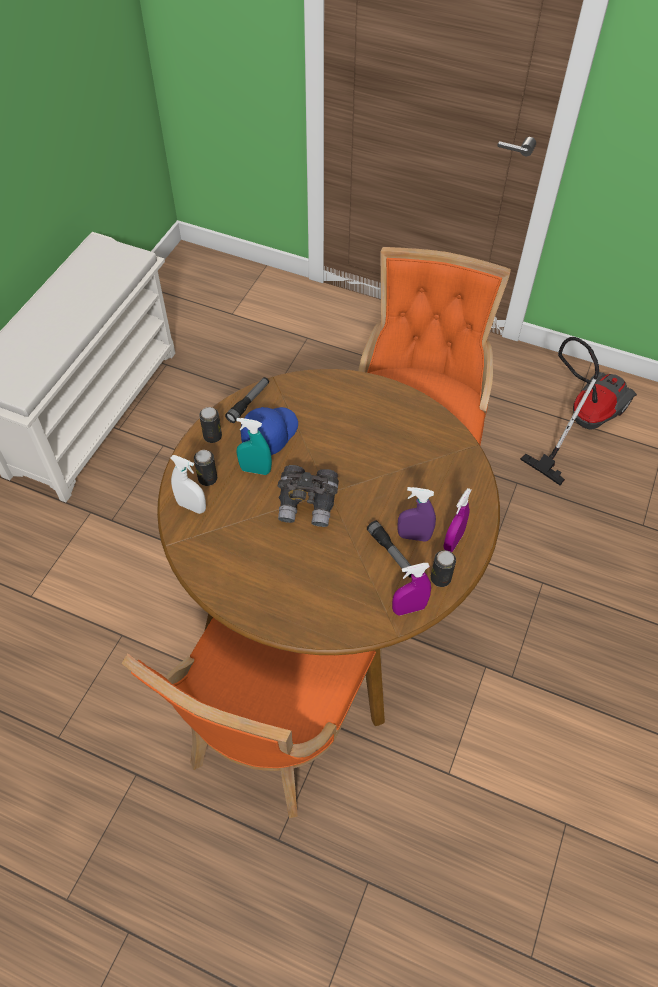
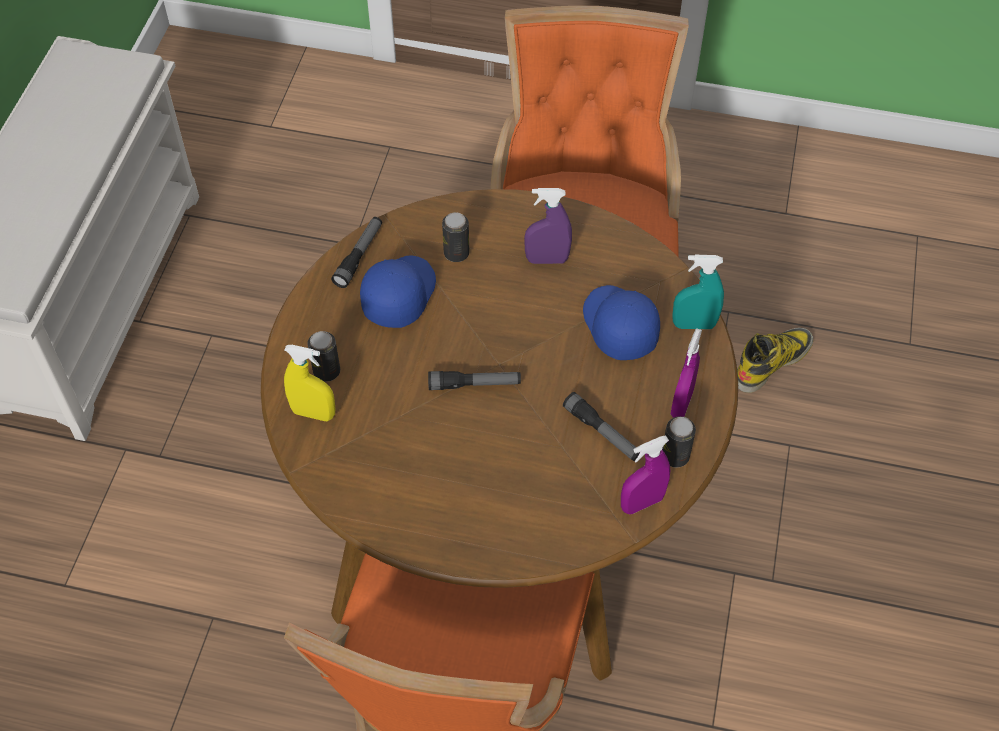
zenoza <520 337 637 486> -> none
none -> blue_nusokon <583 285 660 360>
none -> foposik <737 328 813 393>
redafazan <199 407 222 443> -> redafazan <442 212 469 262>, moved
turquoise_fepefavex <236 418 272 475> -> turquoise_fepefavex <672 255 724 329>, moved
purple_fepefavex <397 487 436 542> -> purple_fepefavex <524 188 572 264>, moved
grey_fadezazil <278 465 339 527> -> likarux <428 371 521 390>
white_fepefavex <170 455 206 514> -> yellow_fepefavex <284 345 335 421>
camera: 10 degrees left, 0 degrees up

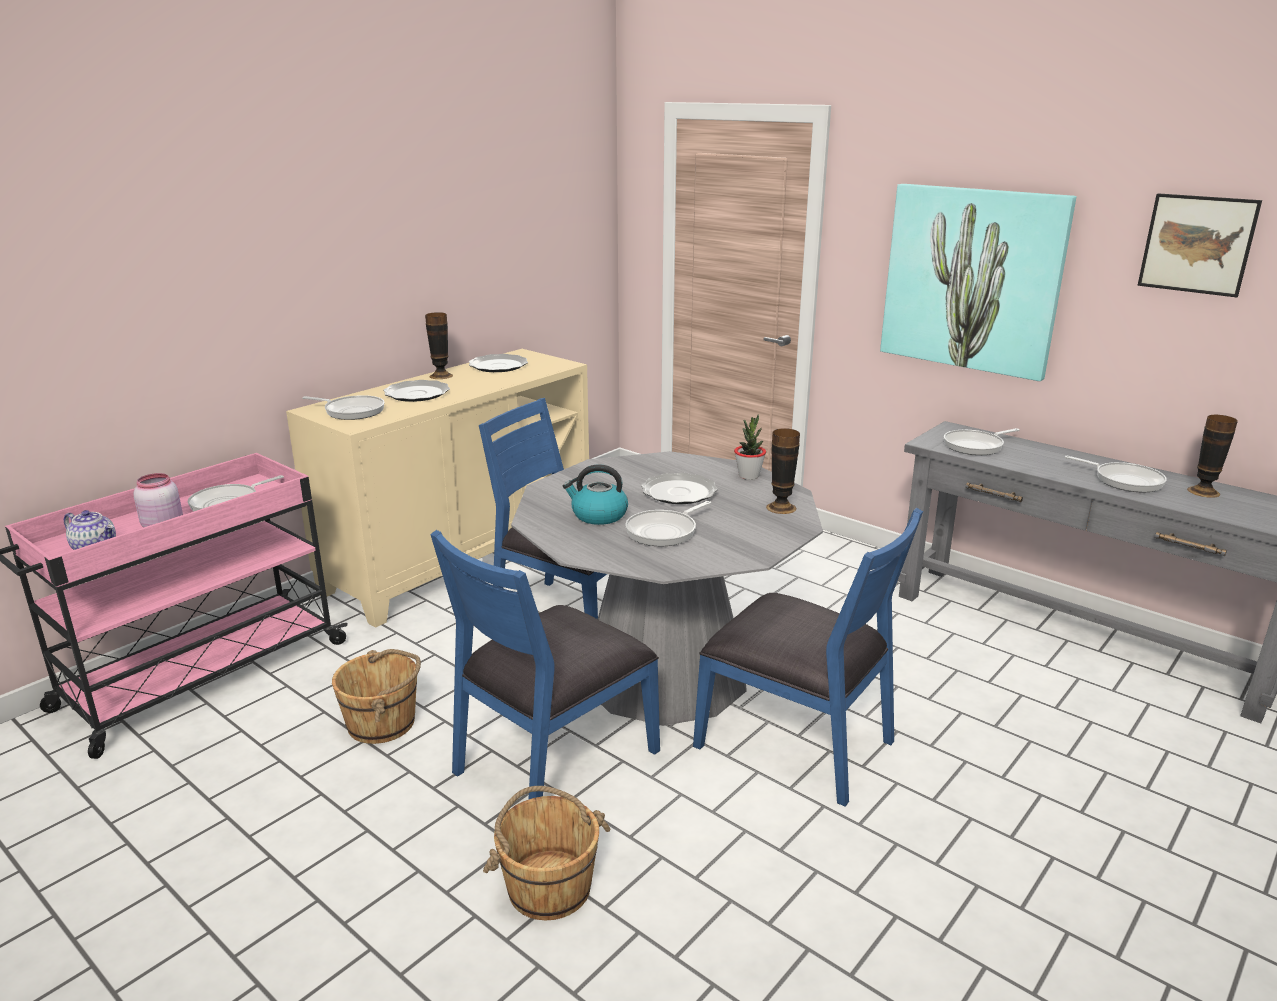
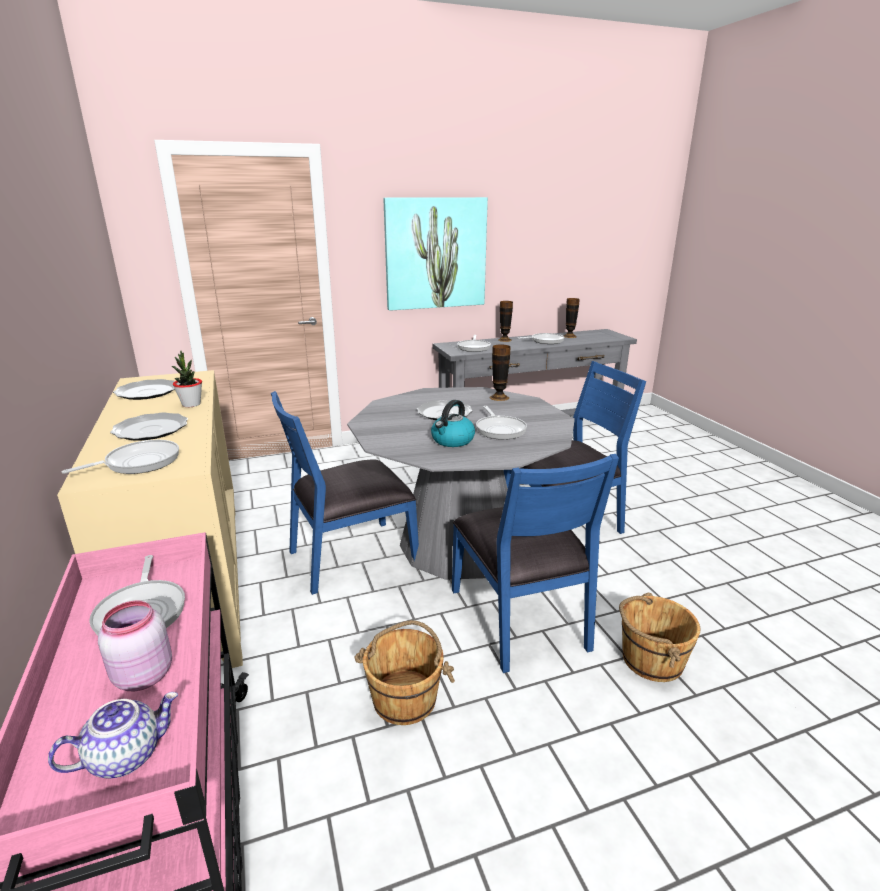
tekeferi <1138 193 1262 297> -> none
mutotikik <425 312 453 379> -> mutotikik <498 301 513 342>, moved
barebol <734 414 766 480> -> barebol <172 351 202 407>, moved
camera: 60 degrees left, 0 degrees up

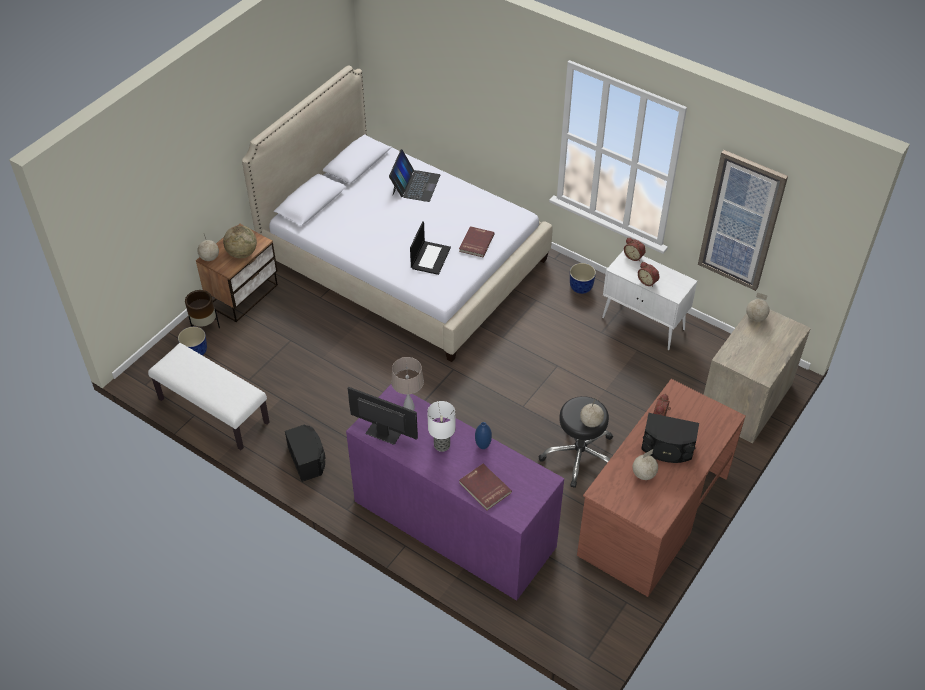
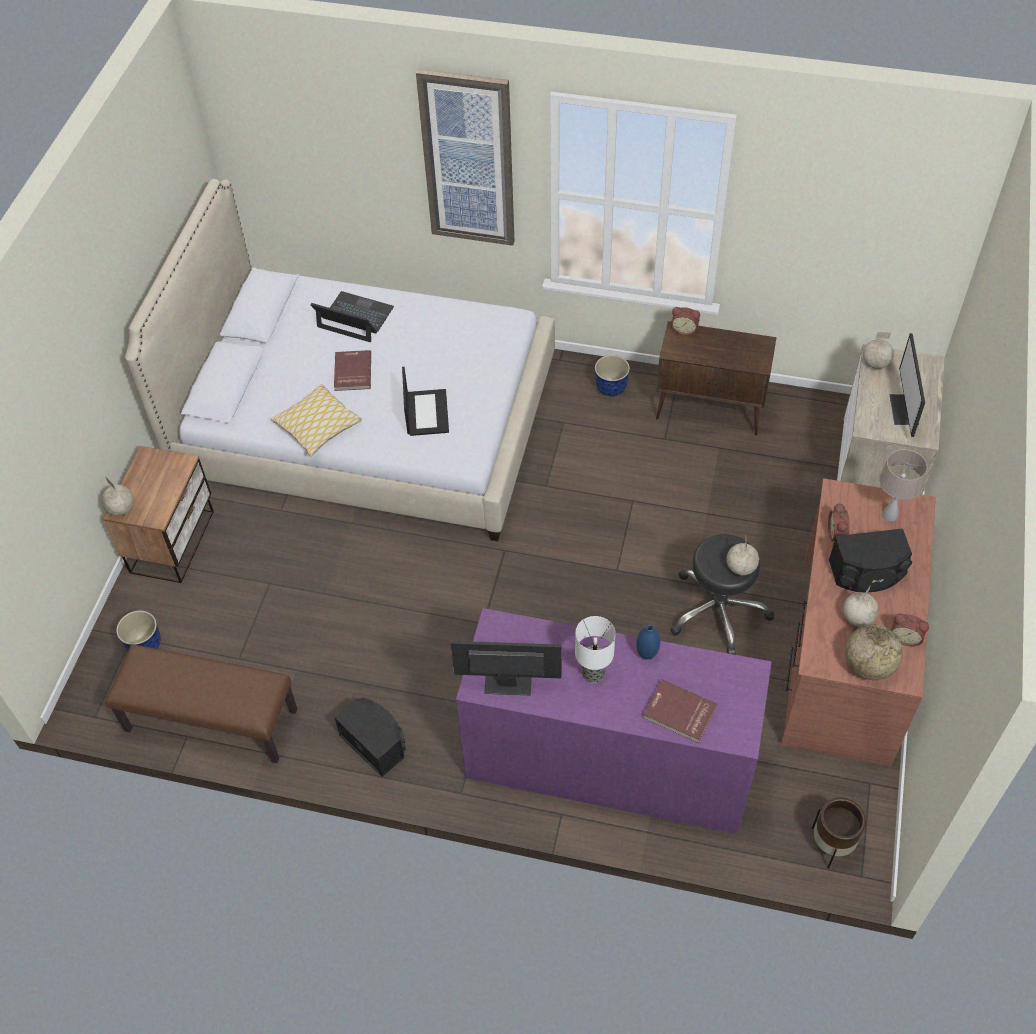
none -> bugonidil <271 384 362 456>
none -> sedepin <890 333 925 437>
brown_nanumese <185 290 220 329> -> brown_nanumese <812 798 866 869>, moved
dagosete <223 225 257 258> -> dagosete <845 624 903 680>, moved
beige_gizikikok <391 357 424 411> -> beige_gizikikok <879 449 927 522>, moved
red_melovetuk <459 226 495 257> -> red_melovetuk <334 350 371 391>, moved
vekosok <638 262 659 287> -> vekosok <891 613 929 646>, moved
tekeferi <698 150 788 291> -> tekeferi <416 69 514 246>, moved
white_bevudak <148 343 269 450> -> brown_bevudak <105 644 297 763>
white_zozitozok <602 250 697 350> -> brown_zozitozok <656 321 776 435>
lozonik <389 149 440 202> -> lozonik <311 291 394 342>, 60 degrees counterclockwise
camera: 20 degrees left, 5 degrees up

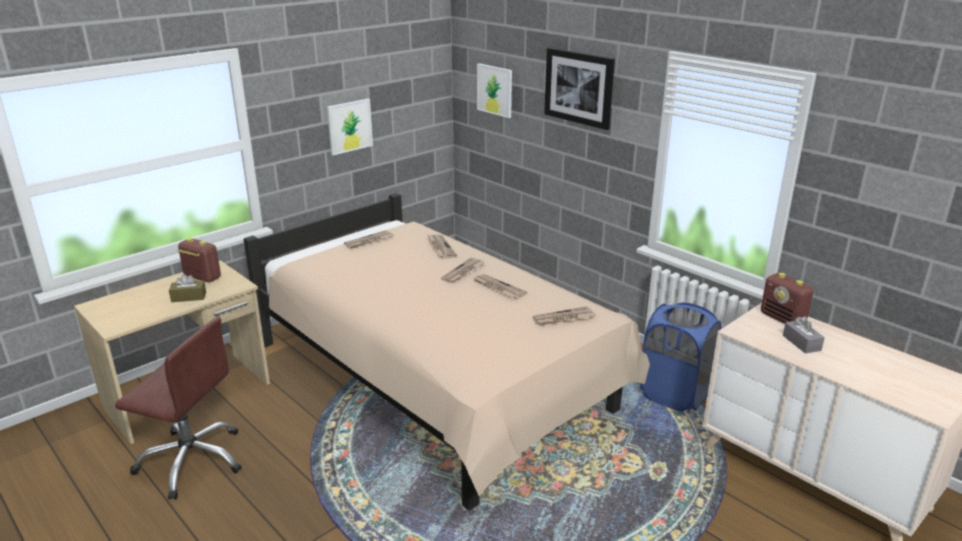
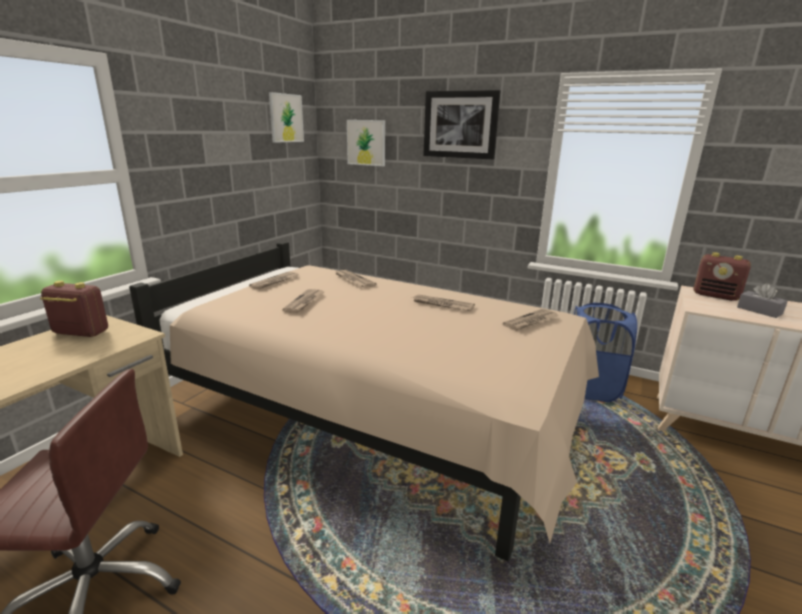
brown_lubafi <169 274 206 302> -> none
tekeferi <327 99 373 155> -> tekeferi <269 92 304 143>, moved
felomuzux <441 258 484 283> -> felomuzux <282 289 324 313>, moved
camera: 20 degrees left, 5 degrees down

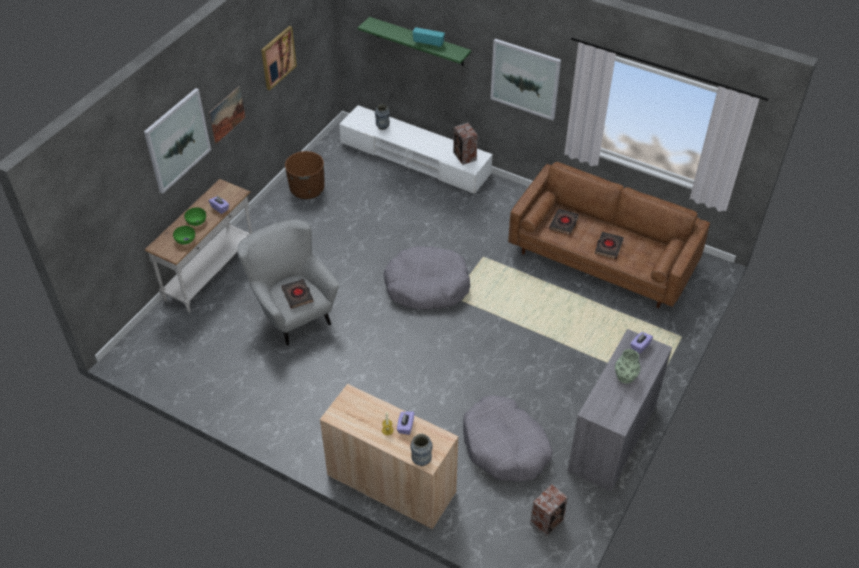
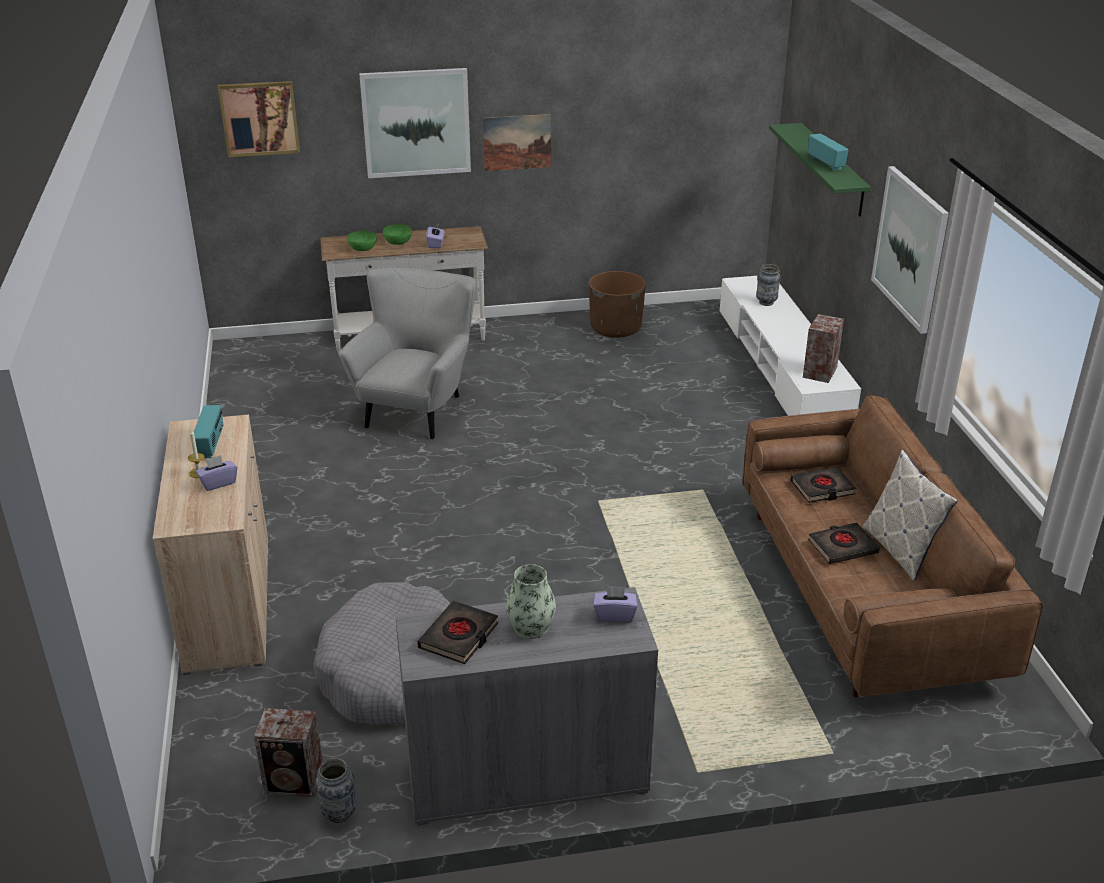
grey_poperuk <383 246 470 309> -> none
none -> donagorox <193 405 223 458>
none -> bugonidil <862 450 958 581>
tekeferi <261 26 297 90> -> tekeferi <218 81 300 157>, moved
black_melovetuk <282 279 314 309> -> black_melovetuk <417 601 499 664>, moved
mutotikik <410 434 433 466> -> mutotikik <315 758 356 823>, moved
camera: 50 degrees right, 15 degrees down

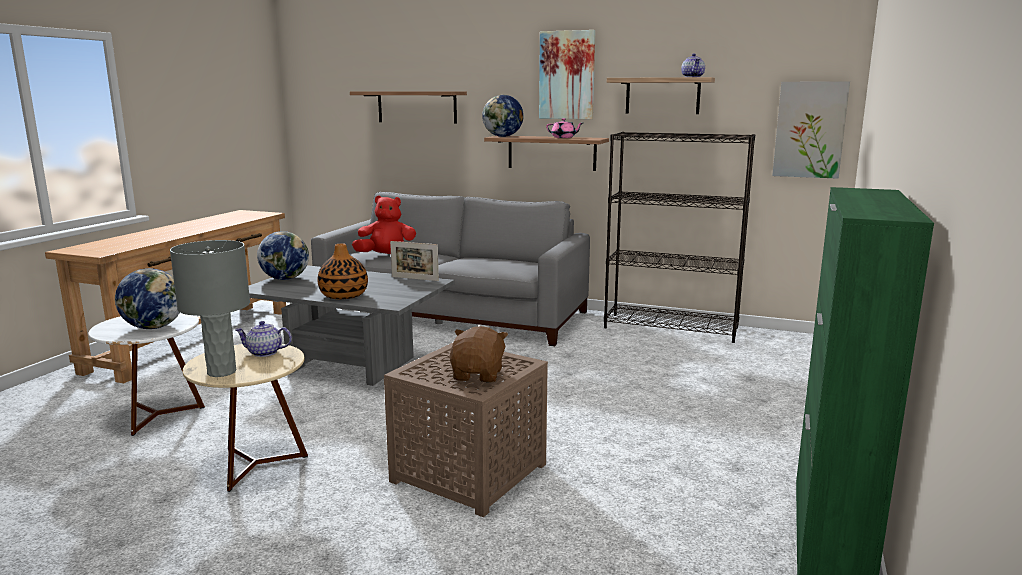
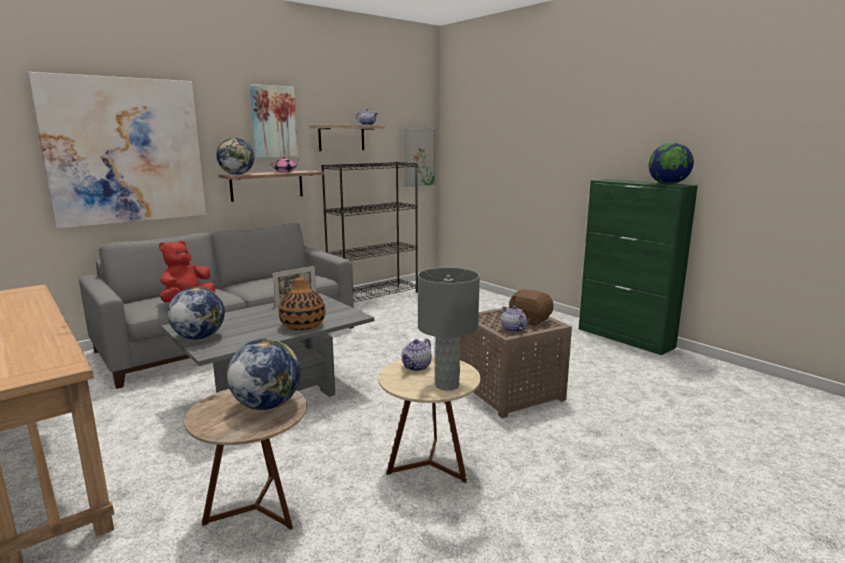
none -> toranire <501 306 527 332>
none -> dagosete <648 143 694 185>
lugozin <350 91 467 124> -> tekeferi <28 72 206 228>
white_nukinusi <88 313 205 436> -> brown_nukinusi <184 389 307 530>
camera: 60 degrees left, 0 degrees up

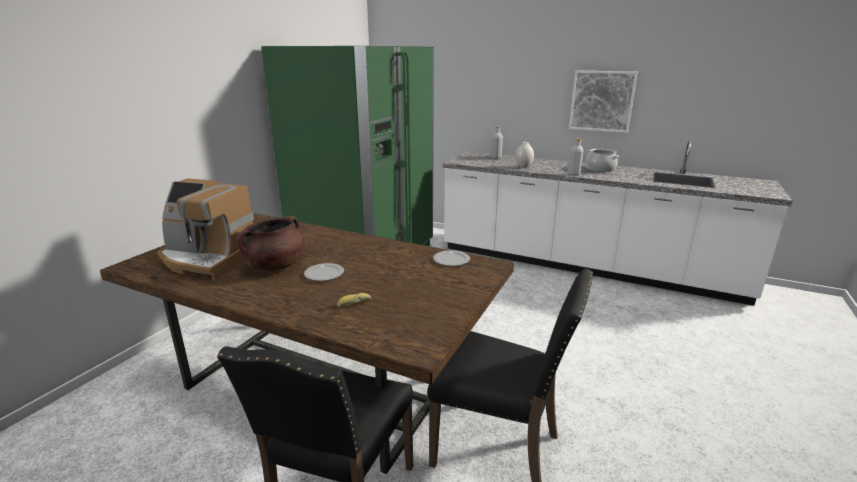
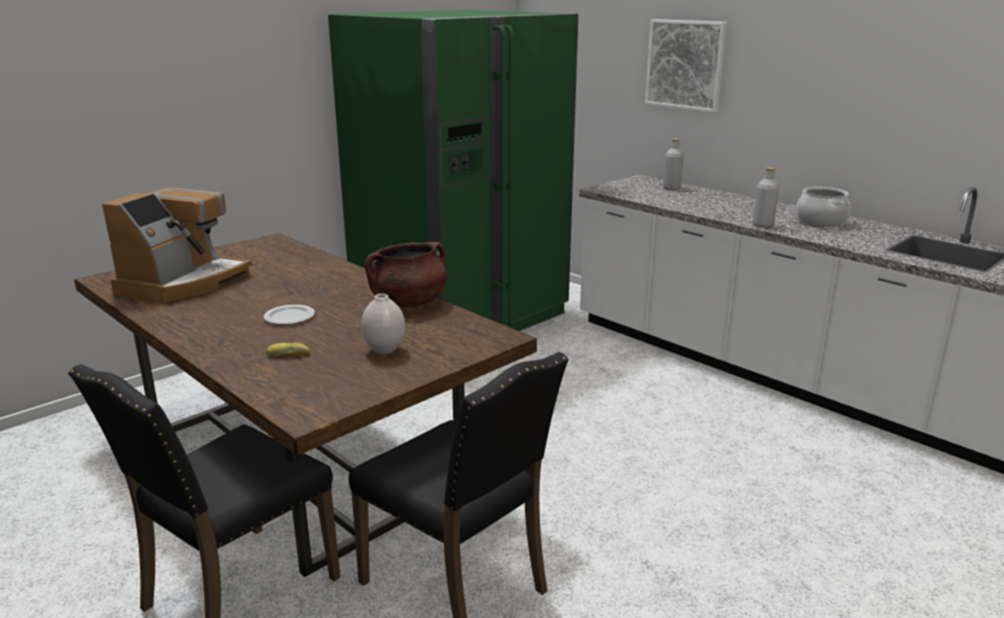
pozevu <433 250 470 266> -> none
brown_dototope <237 216 305 271> -> brown_dototope <365 242 447 307>, moved
white_mutotikik <515 142 534 168> -> white_mutotikik <361 294 405 354>, moved
tekeferi <569 70 638 133> -> tekeferi <645 19 727 113>, moved
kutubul <157 178 254 280> -> kutubul <102 187 252 303>, 105 degrees counterclockwise
camera: 20 degrees right, 0 degrees up

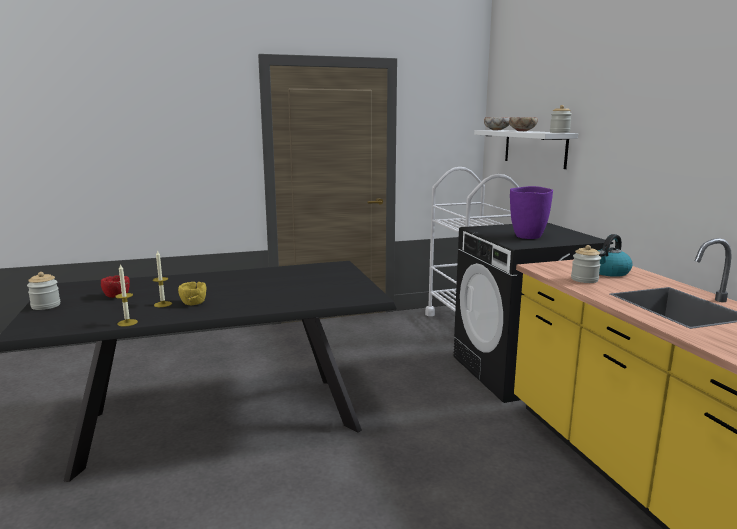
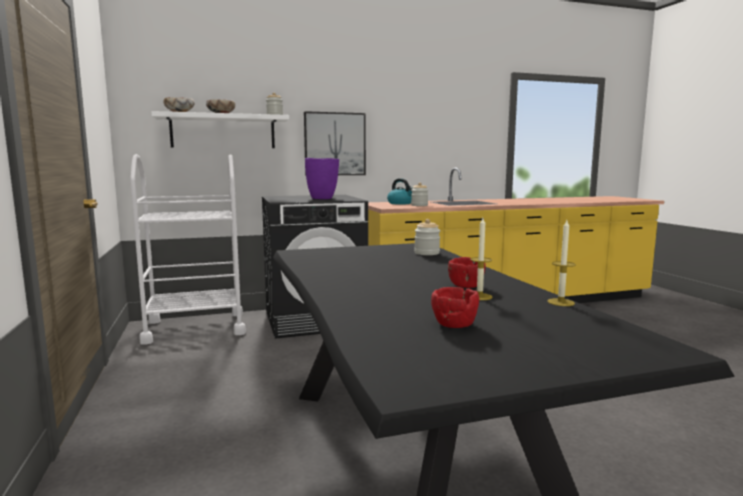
none -> tekeferi <304 111 366 176>
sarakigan <27 272 61 310> -> sarakigan <414 219 440 255>, moved
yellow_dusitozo <178 282 206 305> -> red_dusitozo <448 257 485 288>
camera: 90 degrees left, 5 degrees down

